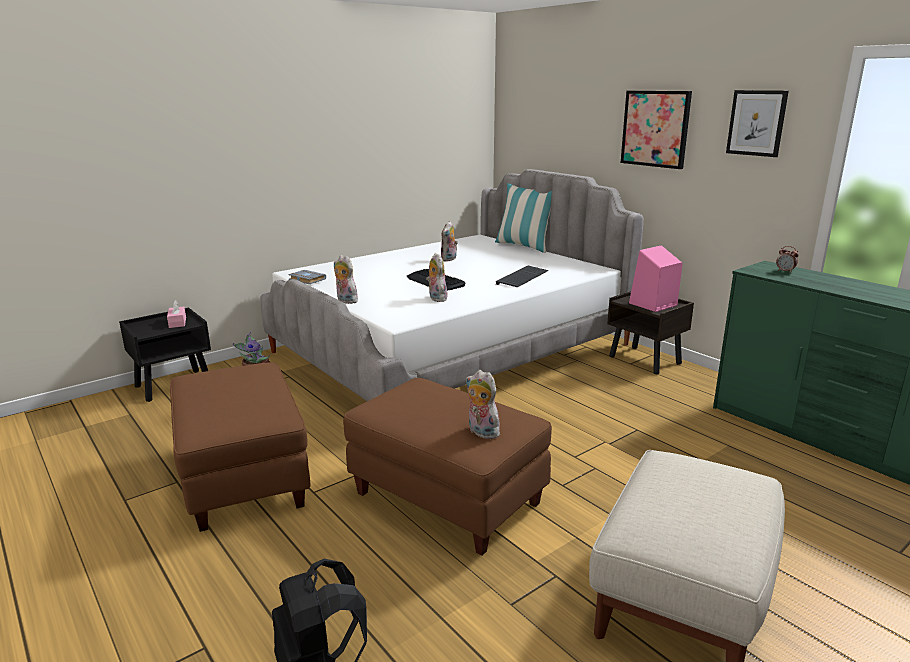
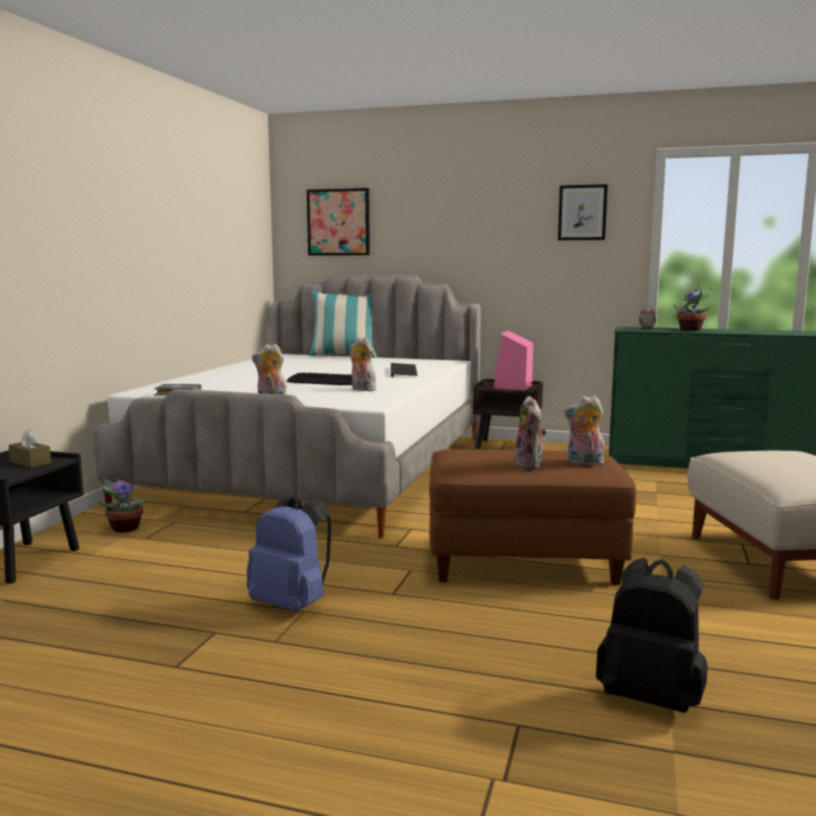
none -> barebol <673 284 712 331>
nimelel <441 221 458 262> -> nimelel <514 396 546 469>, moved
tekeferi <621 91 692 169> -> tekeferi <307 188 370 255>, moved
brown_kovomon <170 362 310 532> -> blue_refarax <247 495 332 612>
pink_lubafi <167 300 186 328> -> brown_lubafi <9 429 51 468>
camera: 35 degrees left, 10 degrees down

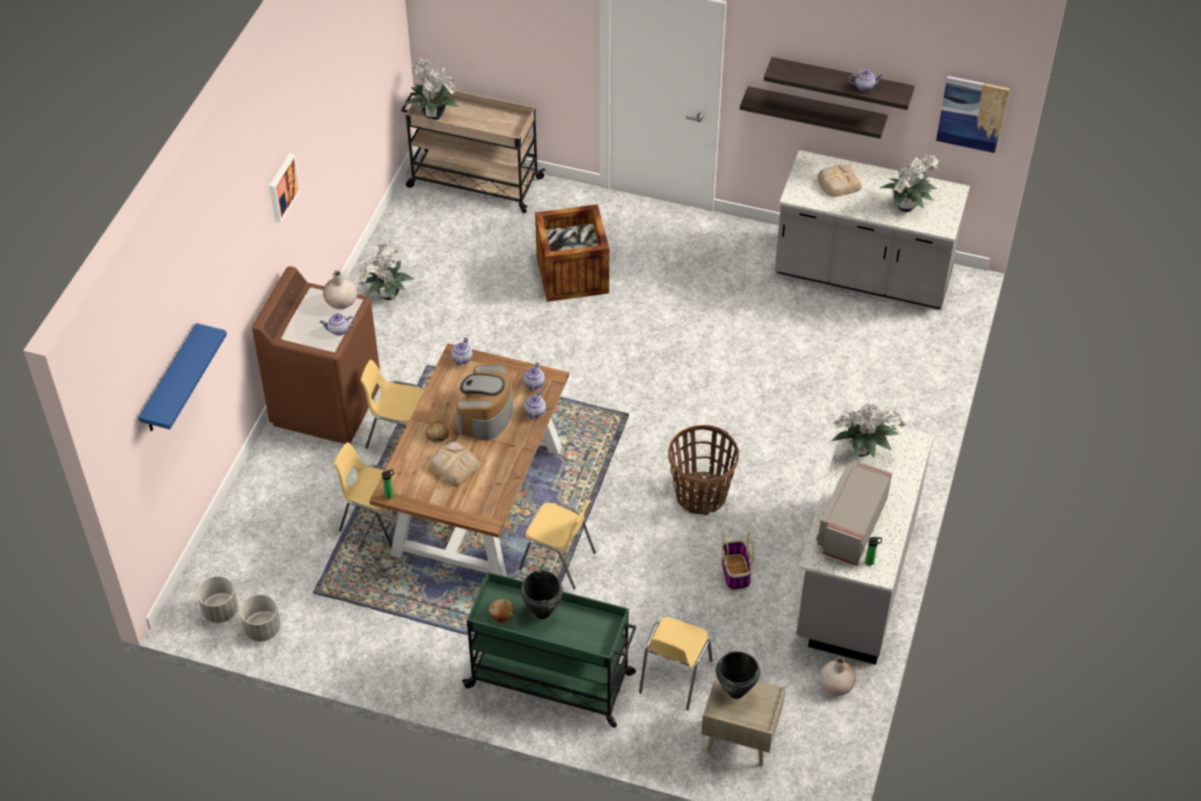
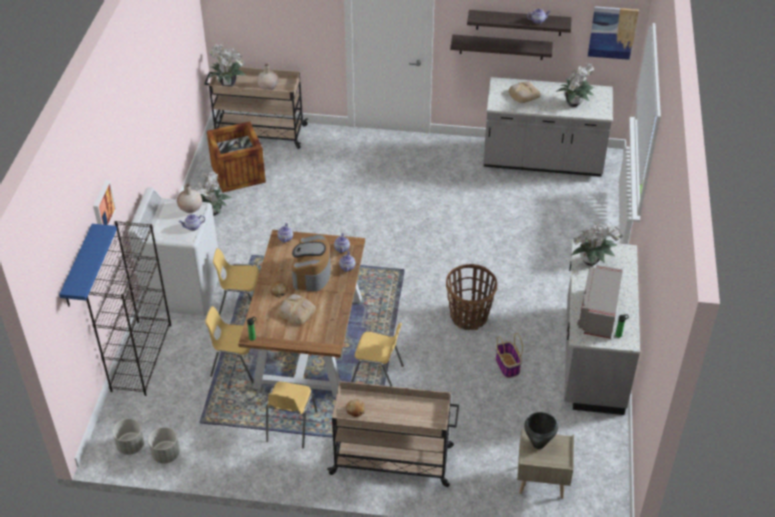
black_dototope <521 570 563 619> -> none
none -> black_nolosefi <86 221 171 396>
tekeferi <269 153 301 223> -> tekeferi <93 180 116 225>, moved
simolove <535 204 609 302> -> simolove <207 121 266 193>, moved
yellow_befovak <639 617 713 710> -> yellow_befovak <266 382 318 448>, moved
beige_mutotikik <819 657 856 696> -> beige_mutotikik <257 64 279 90>, moved
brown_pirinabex <252 266 380 444> -> white_pirinabex <128 187 219 316>
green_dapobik <462 572 636 728> -> beige_dapobik <327 381 459 487>
camera: 10 degrees left, 5 degrees down

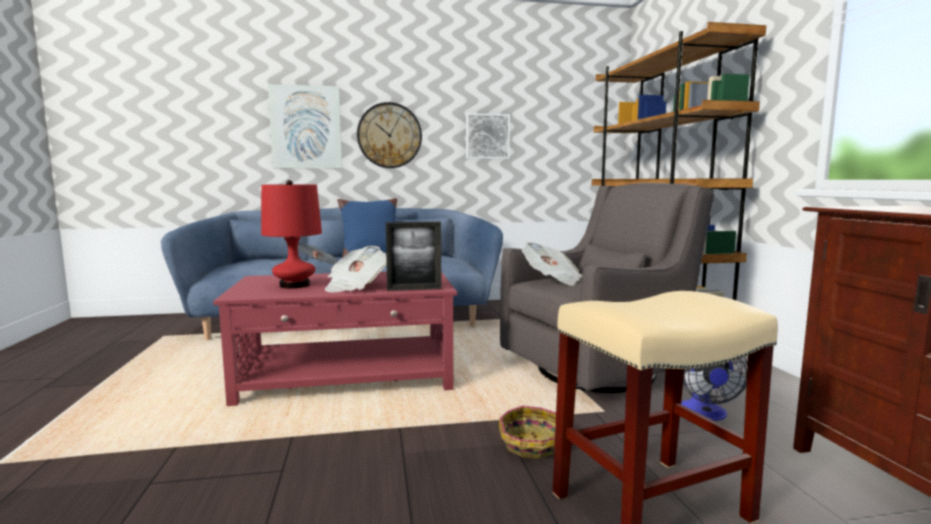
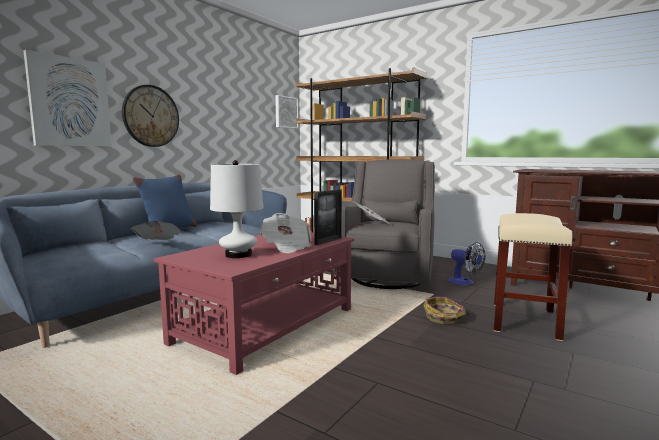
tekeferi <466 113 510 159> -> tekeferi <275 95 298 129>, moved
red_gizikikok <261 180 322 288> -> white_gizikikok <210 160 263 258>
camera: 45 degrees left, 0 degrees up

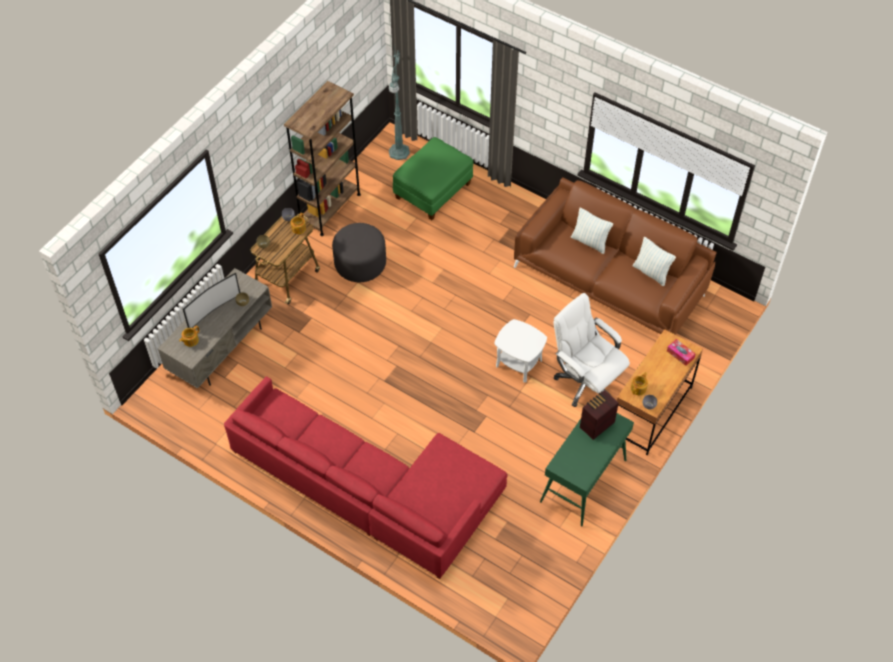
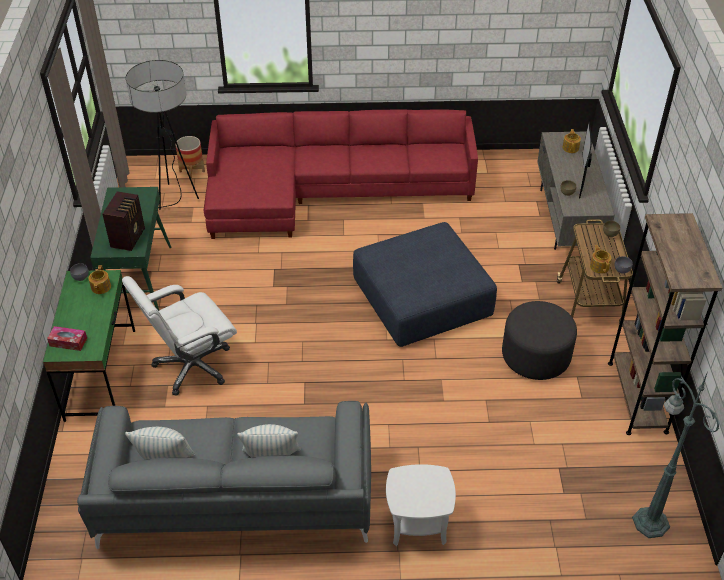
green_kovomon <393 137 474 220> -> none
none -> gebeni <126 60 199 210>
none -> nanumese <175 136 205 180>
none -> blue_kovomon <353 222 497 347>
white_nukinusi <494 319 547 382> -> white_nukinusi <386 464 456 546>, moved
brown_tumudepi <514 177 716 335> -> grey_tumudepi <77 401 371 549>
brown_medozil <617 329 703 455> -> green_medozil <43 270 135 422>
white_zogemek <553 293 630 407> -> white_zogemek <122 276 237 396>, 135 degrees clockwise
camera: 145 degrees right, 10 degrees down

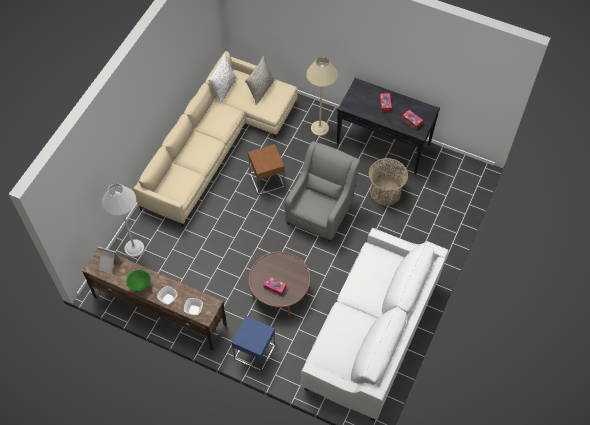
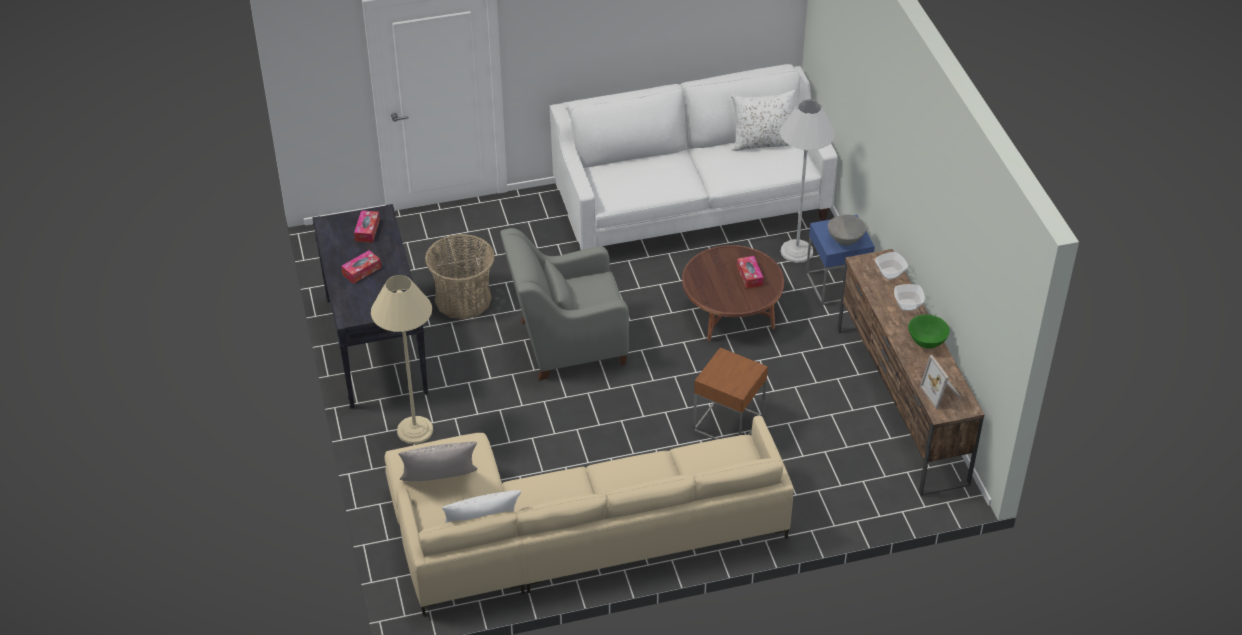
none -> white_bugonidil <731 90 796 151>
none -> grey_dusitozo <828 214 866 246>
white_gebeni <102 183 144 257> -> white_gebeni <780 100 835 263>, moved
brown_nukinusi <248 144 285 195> -> brown_nukinusi <693 347 768 440>, moved
camera: 130 degrees left, 15 degrees down

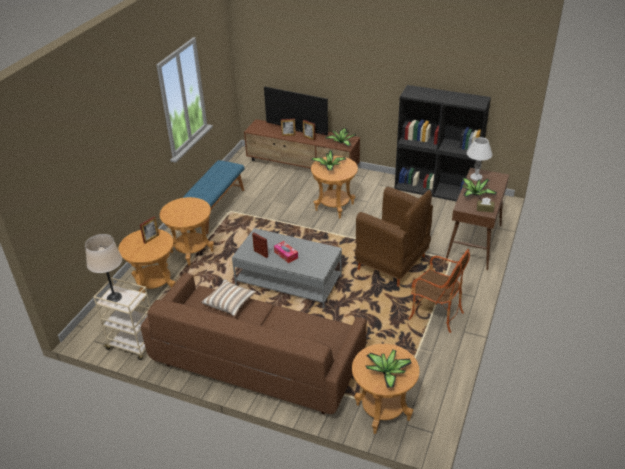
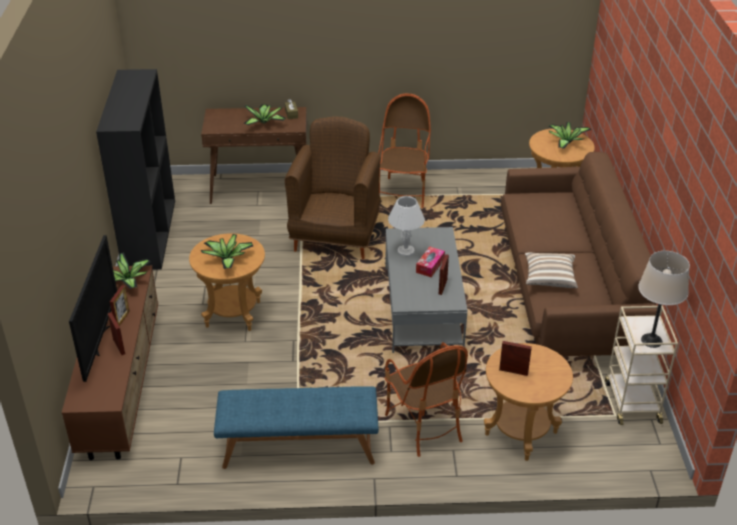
white_gizikikok <467 137 493 181> -> white_gizikikok <388 196 425 257>, moved
brown_nukinusi <160 197 214 265> -> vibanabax <385 342 468 457>
camera: 115 degrees left, 0 degrees up

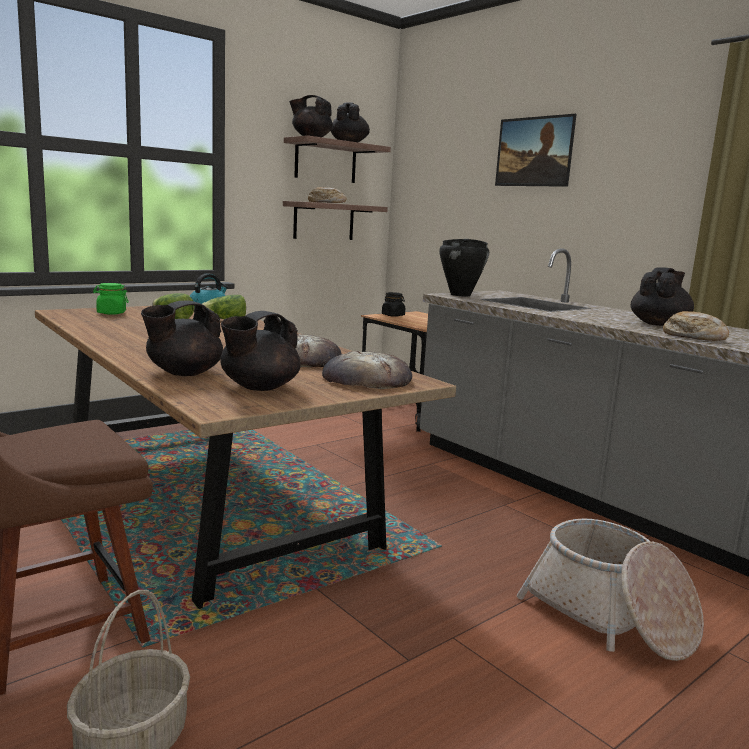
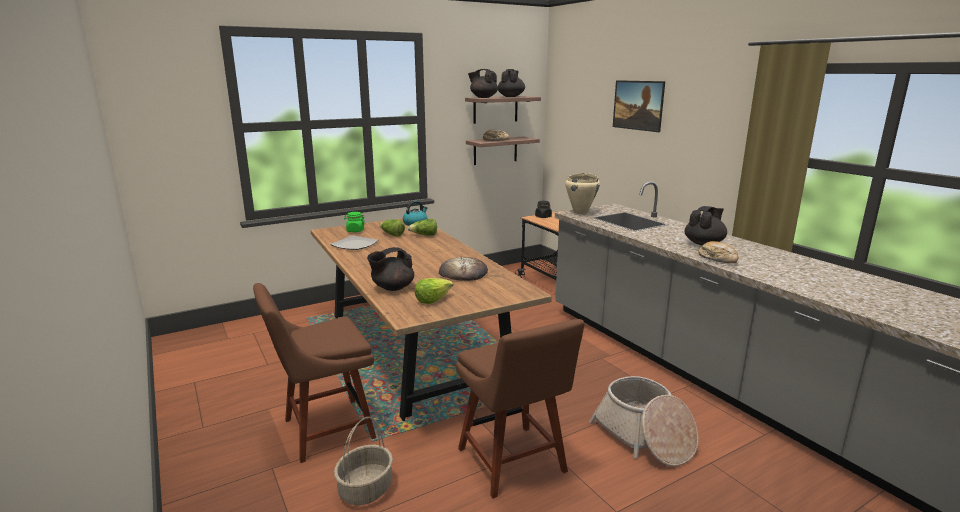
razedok <322 351 412 389> -> none
none -> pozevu <330 235 379 250>
none -> brown_befovak <456 319 585 499>
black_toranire <220 311 301 391> -> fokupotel <415 278 453 304>
black_dototope <439 239 489 296> -> beige_dototope <565 173 600 214>
camera: 10 degrees right, 5 degrees up

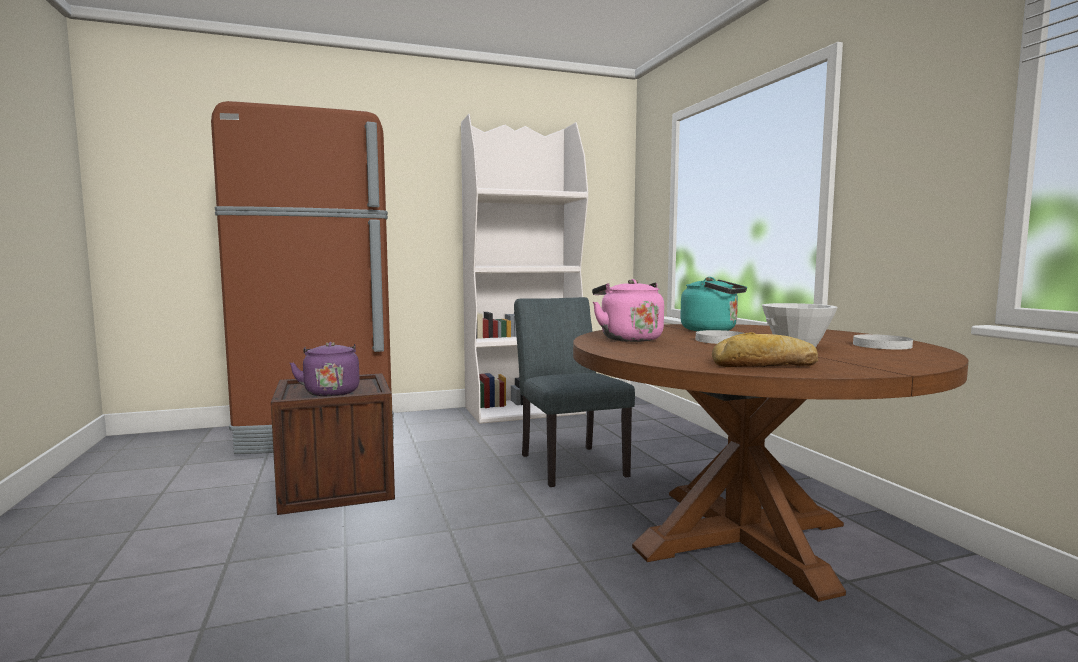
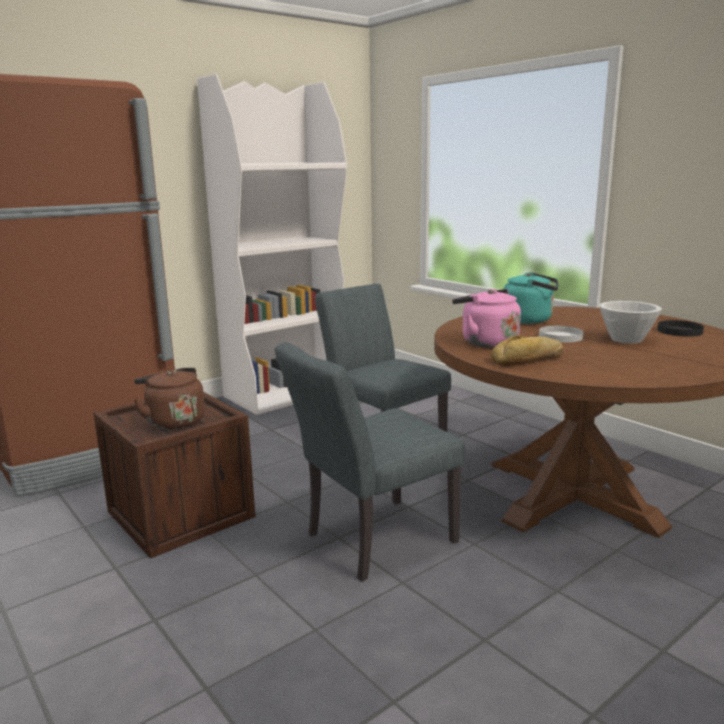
none -> grey_befovak <275 342 465 581>
razedok <712 332 818 367> -> razedok <491 335 564 366>, moved
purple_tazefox <290 342 360 397> -> brown_tazefox <133 368 205 430>
white_pozevu <853 334 913 350> -> black_pozevu <657 320 704 337>
camera: 20 degrees left, 10 degrees up

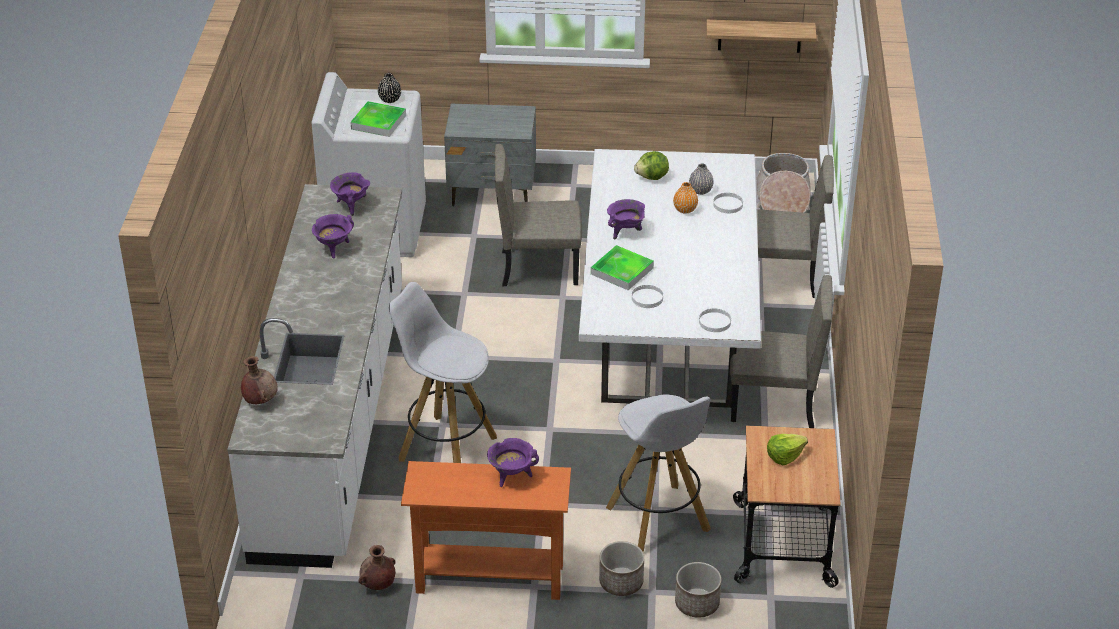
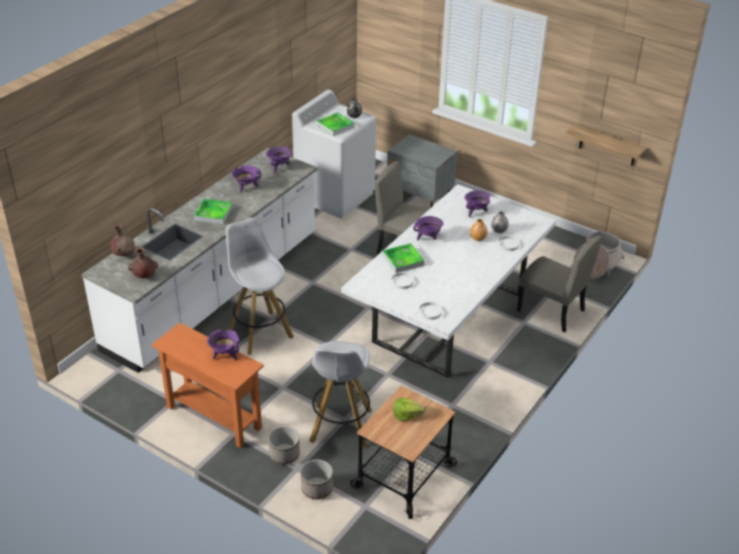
beige_befovak <730 275 832 428> -> none
none -> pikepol <194 199 232 224>
brown_mutotikik <359 545 395 590> -> brown_mutotikik <128 247 158 278>, moved
fokupotel <634 151 669 180> -> purple_dototope <465 190 490 217>
camera: 30 degrees right, 0 degrees up

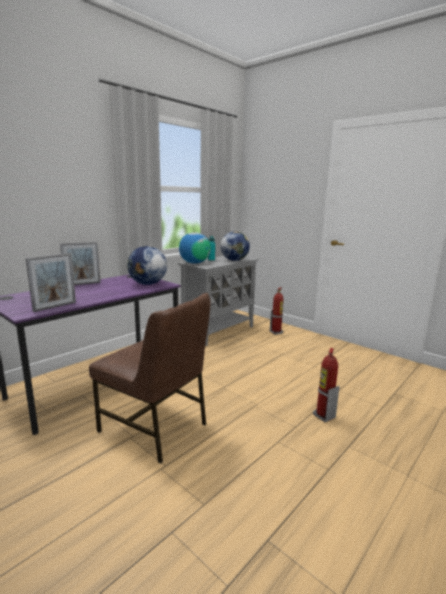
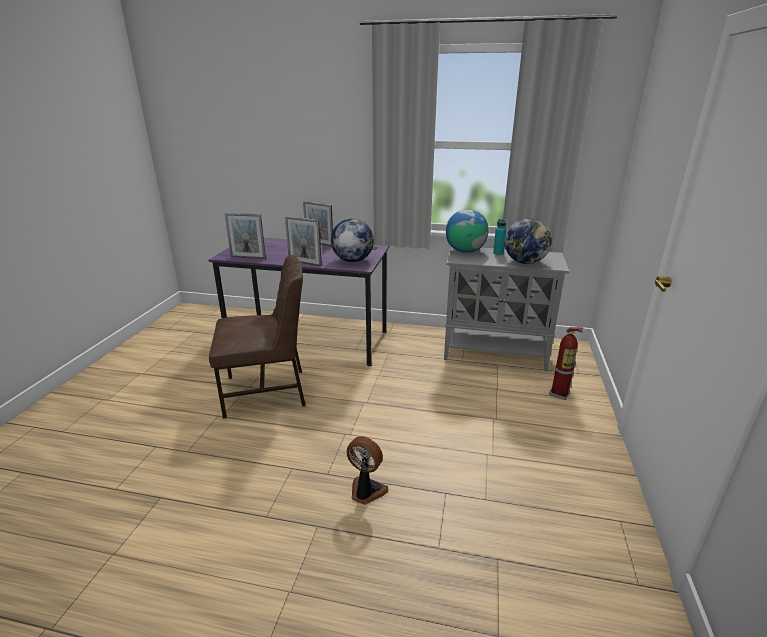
none -> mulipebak <285 216 322 266>
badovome <313 348 340 422> -> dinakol <347 436 389 505>
brown_befovak <89 293 211 463> -> brown_befovak <209 255 306 419>, 105 degrees counterclockwise
camera: 60 degrees right, 10 degrees up

